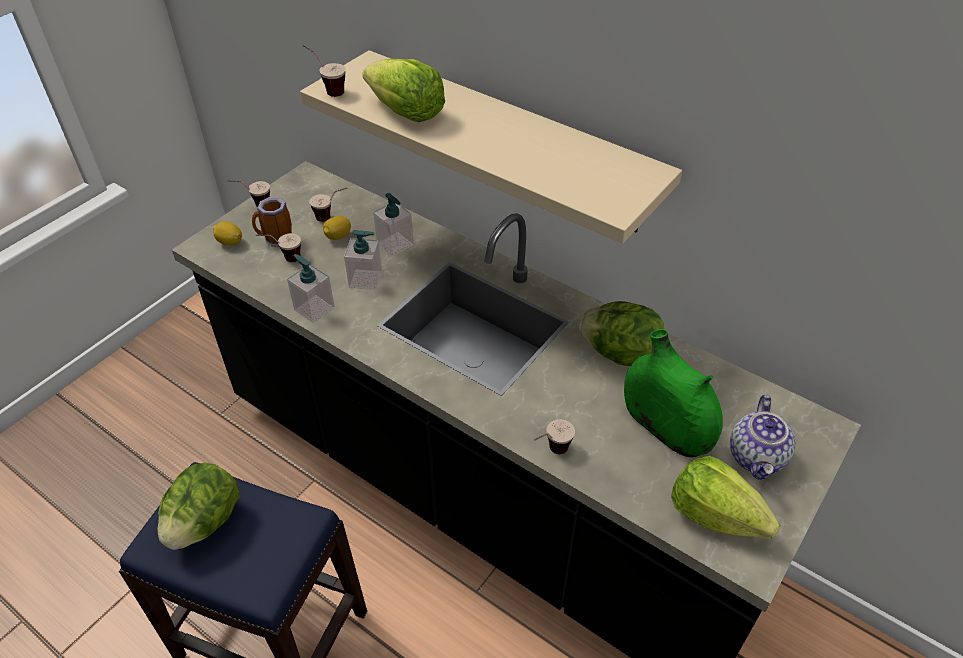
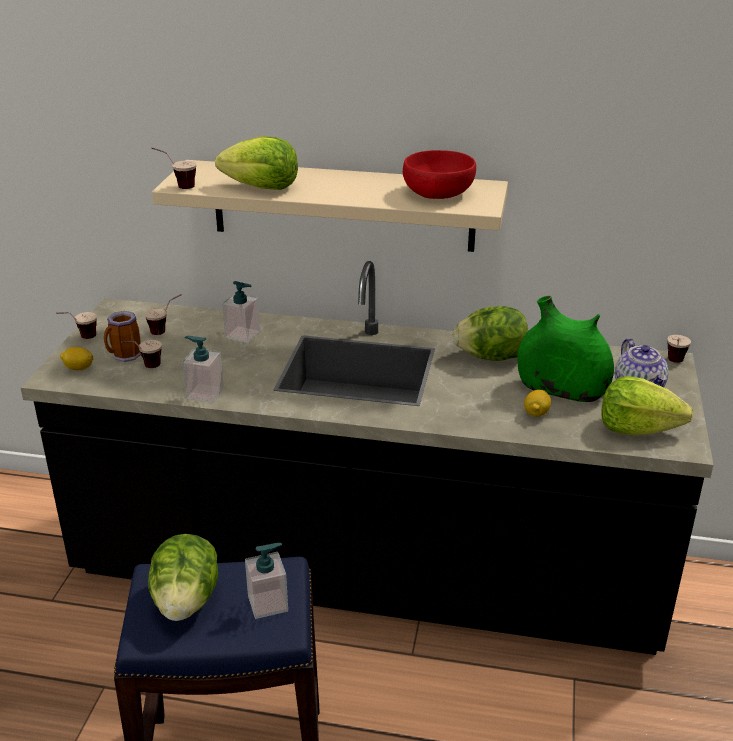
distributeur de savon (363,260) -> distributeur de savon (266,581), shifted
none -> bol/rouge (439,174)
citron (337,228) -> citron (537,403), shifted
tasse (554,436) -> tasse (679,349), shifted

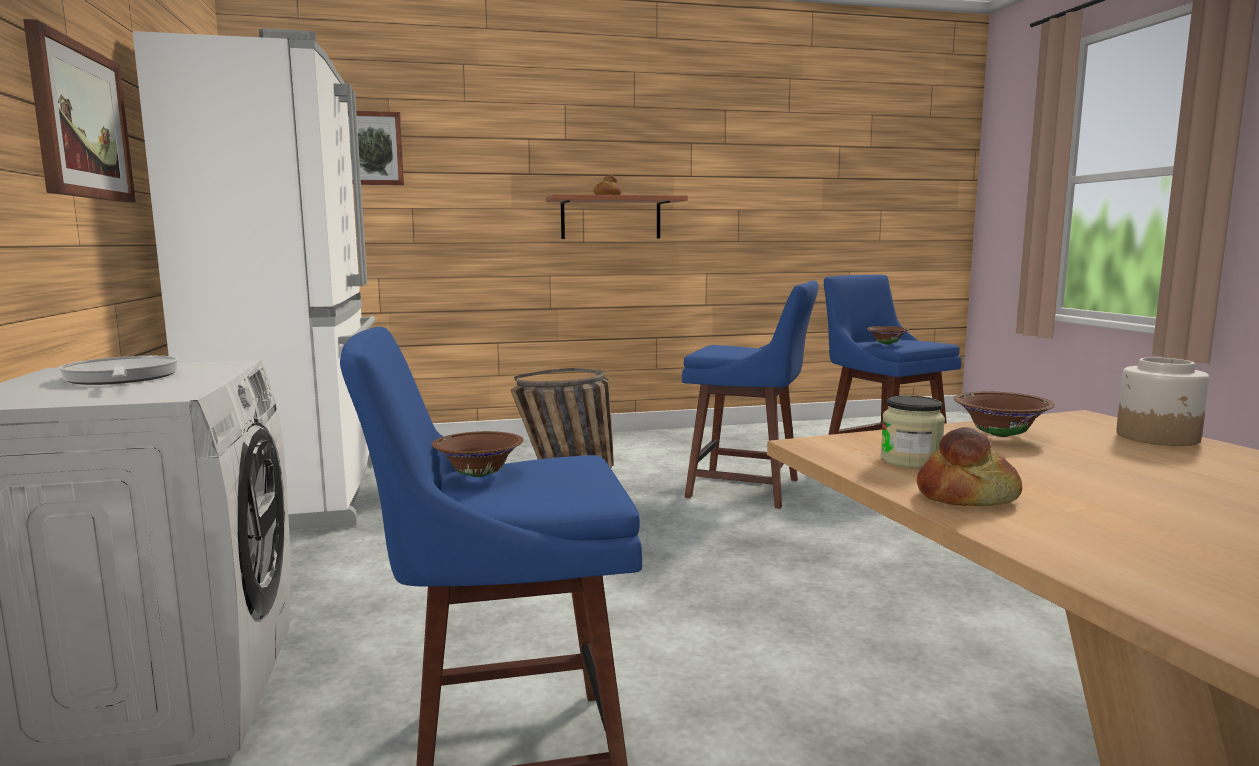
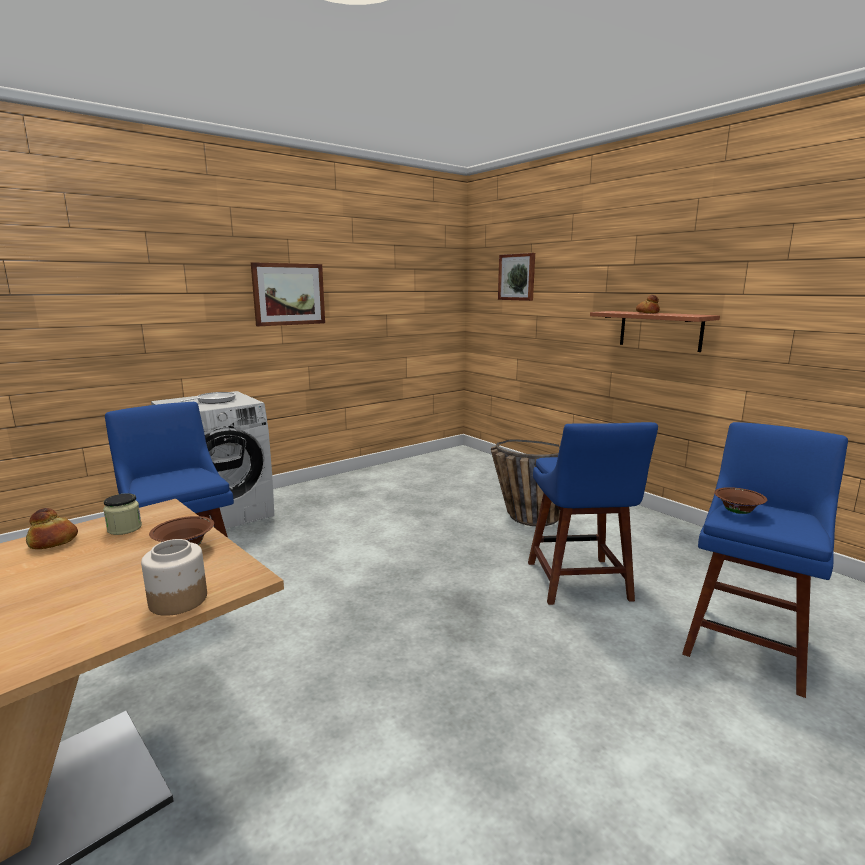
réfrigérateur/blanc (253,279) -> none
bol/marron (477,454) -> none

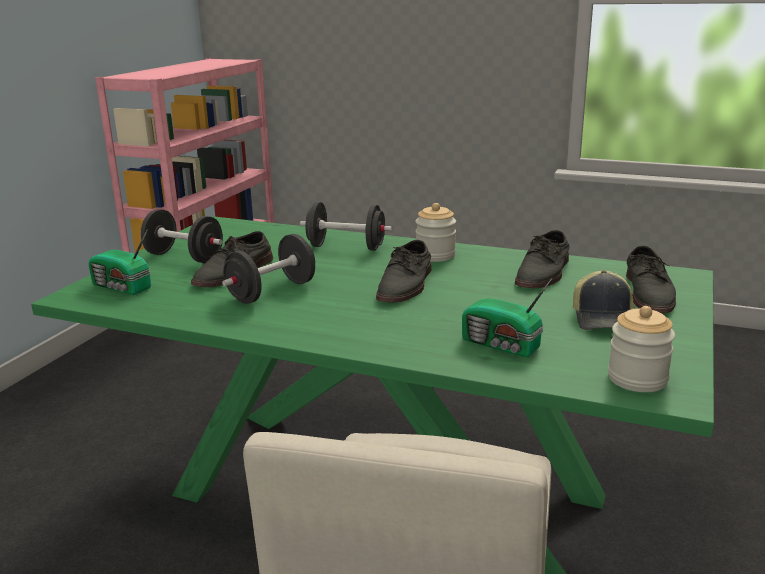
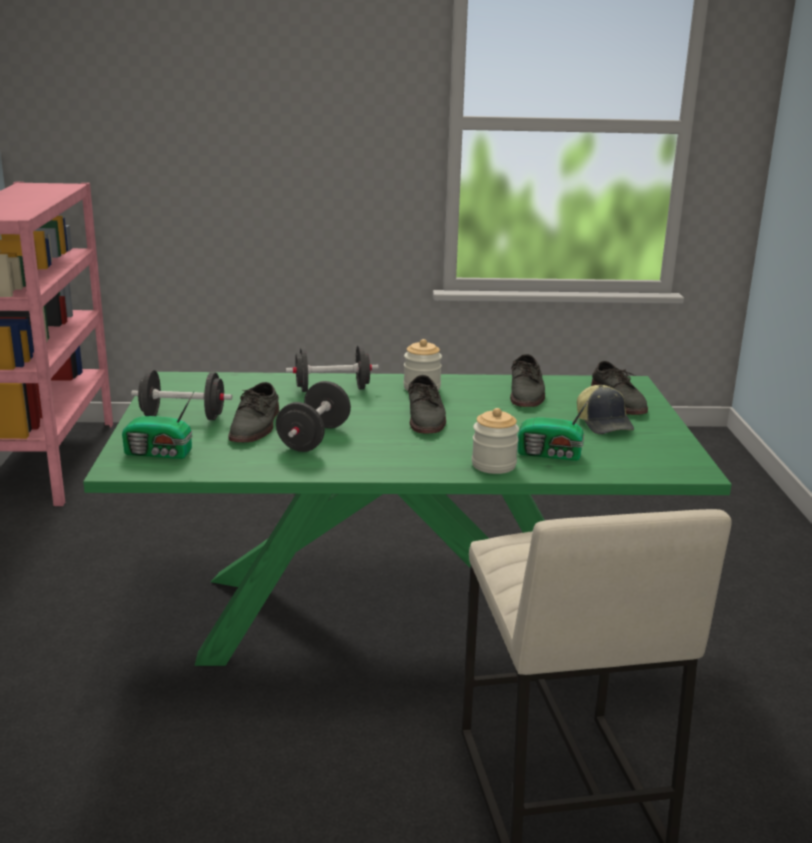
bocal (641,349) -> bocal (495,441), shifted

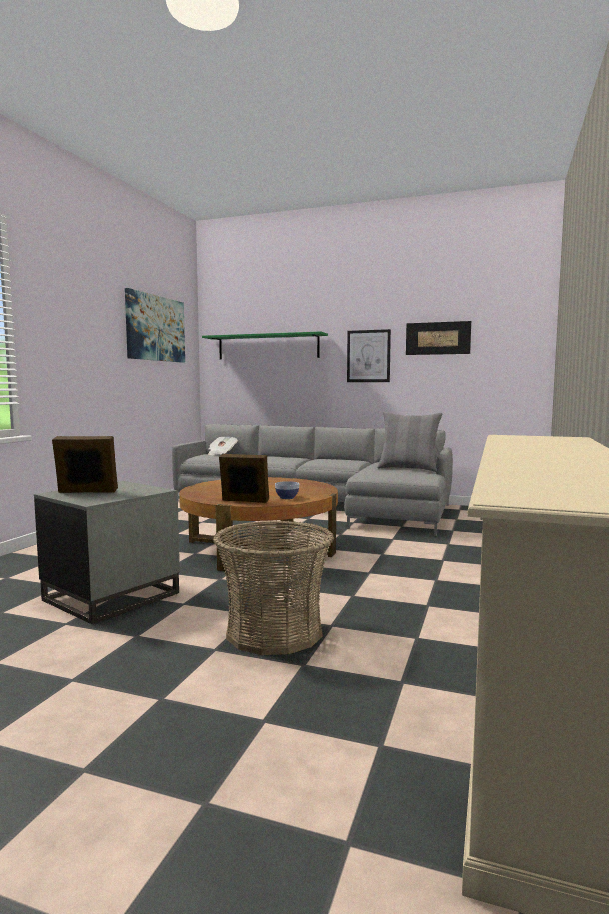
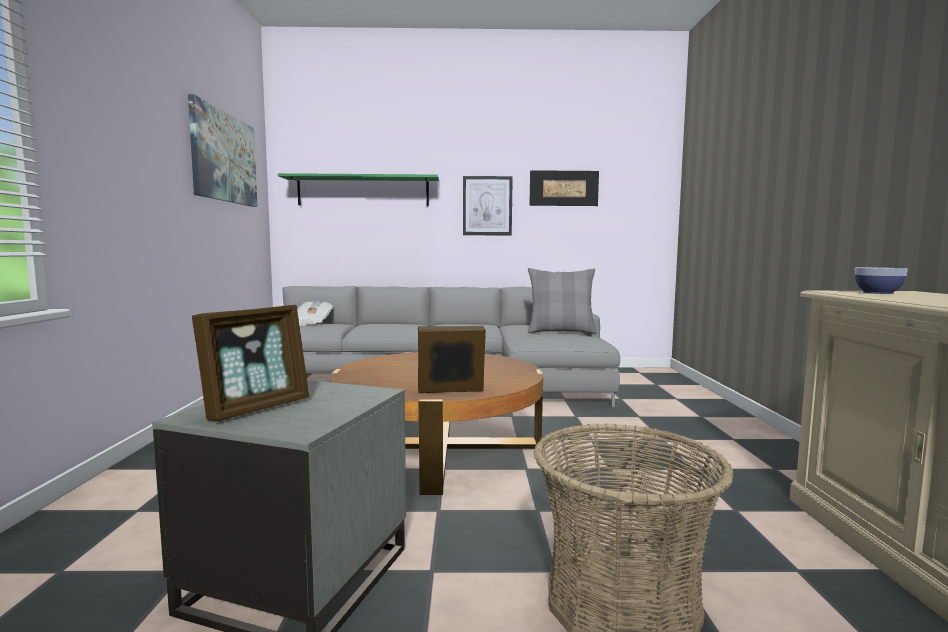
cadre photo (85,464) -> cadre photo (250,363), 150 degrees clockwise
bol (287,490) -> bol (881,280), shifted

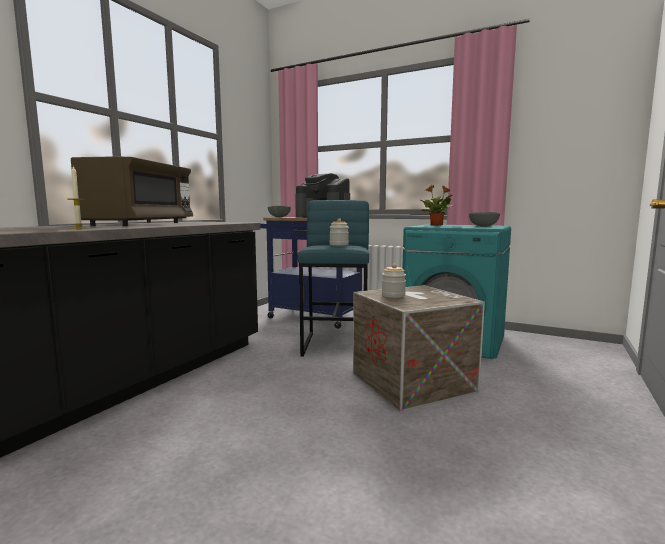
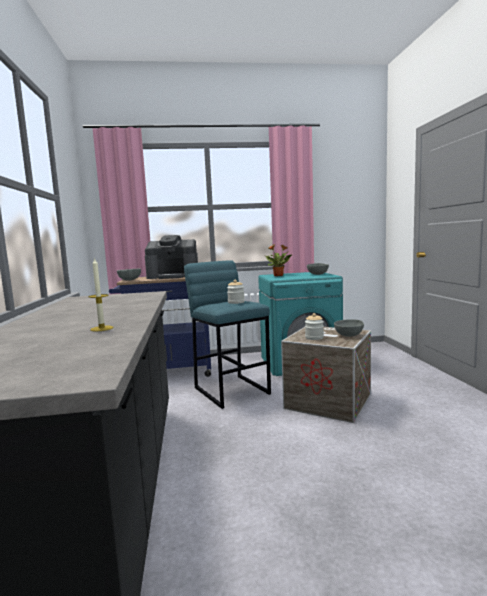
none -> bol/gris (349,328)
micro-ondes/marron (132,191) -> none

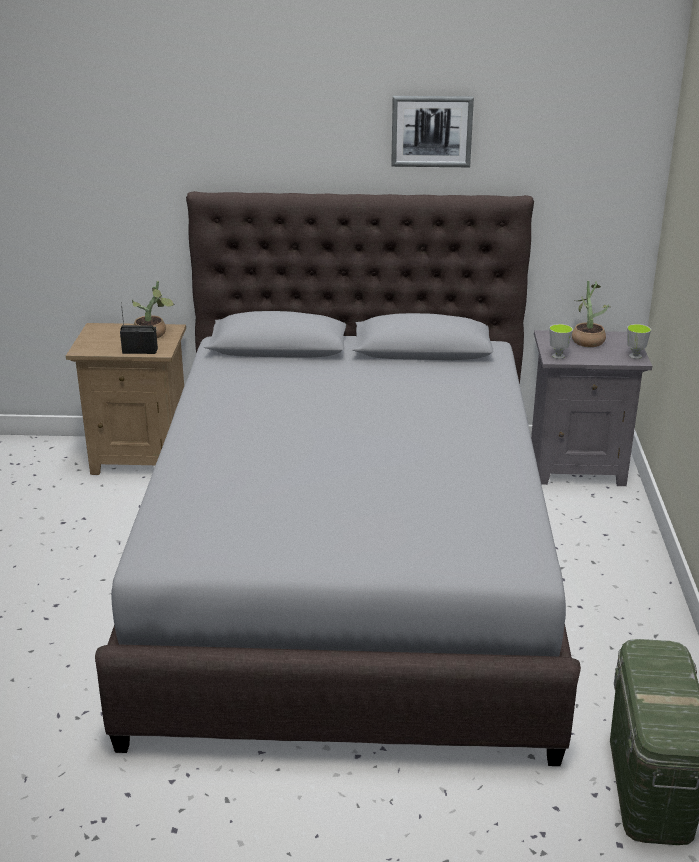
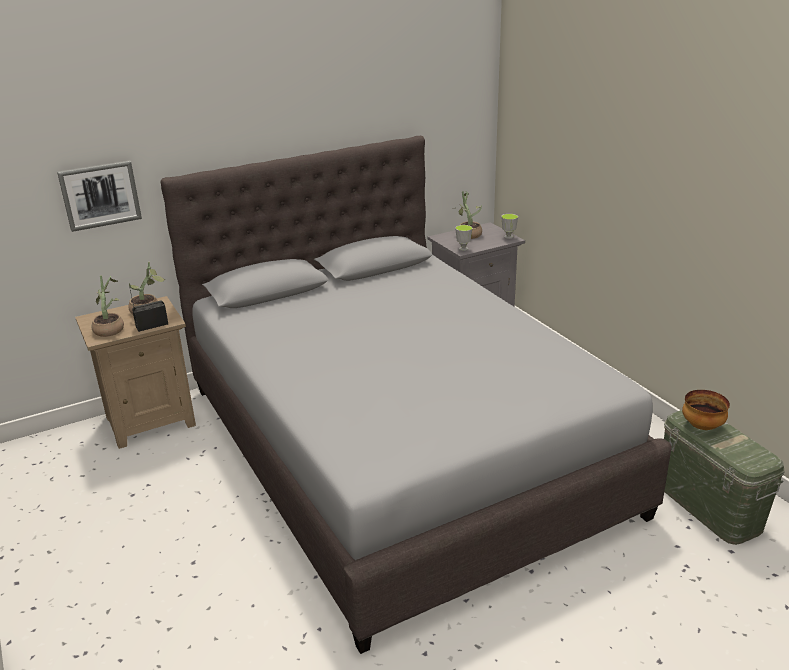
tableau (432,131) -> tableau (99,196), shifted
none -> plante en pot (107,306)
none -> bol (706,410)

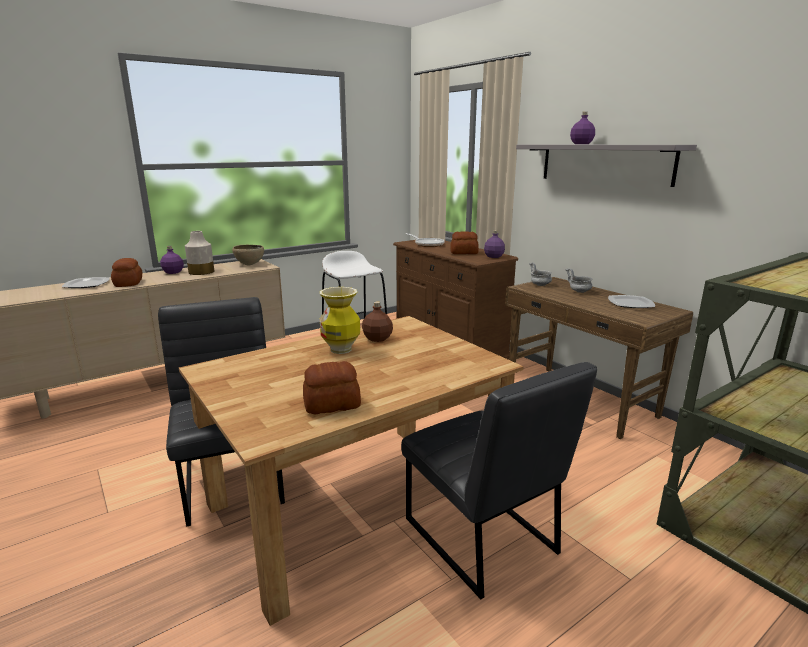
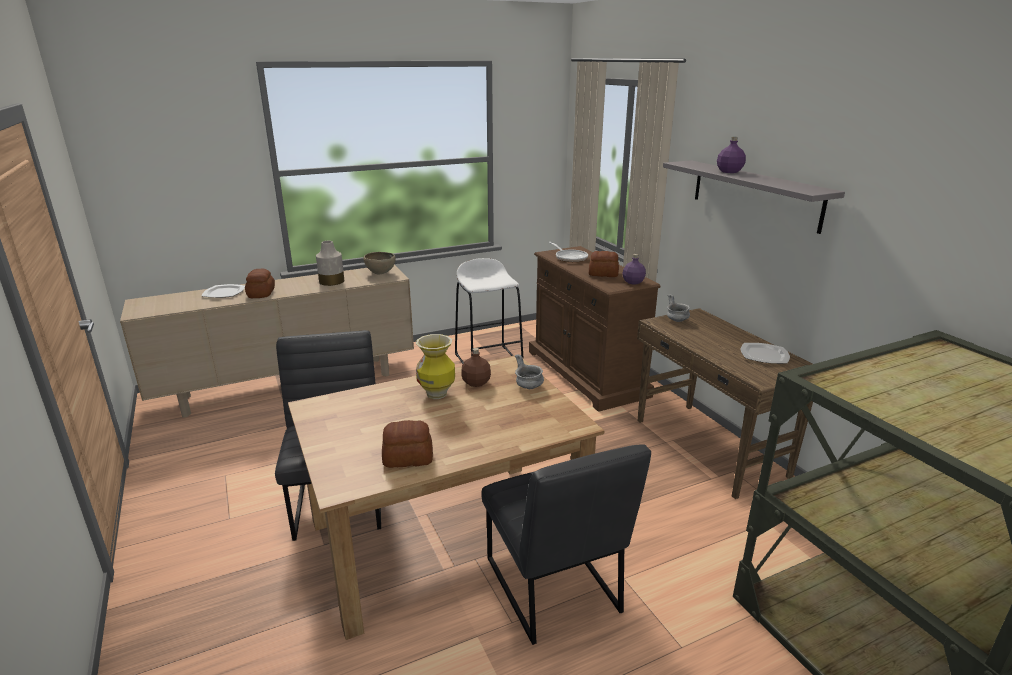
bol/gris (579,280) -> bol/gris (529,372), shifted
bouteille/violet (172,260) -> none

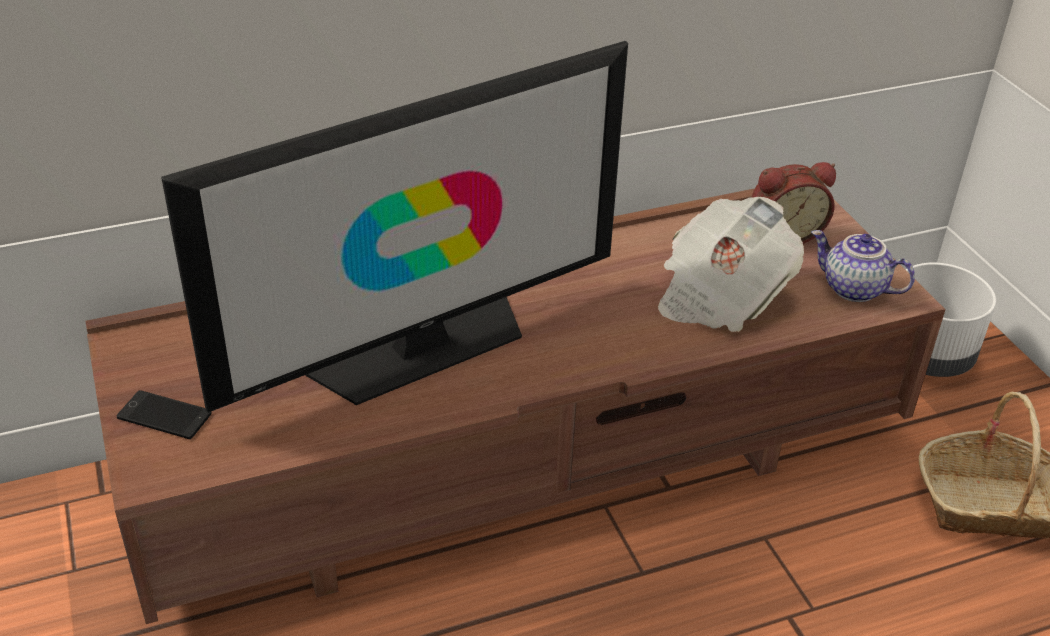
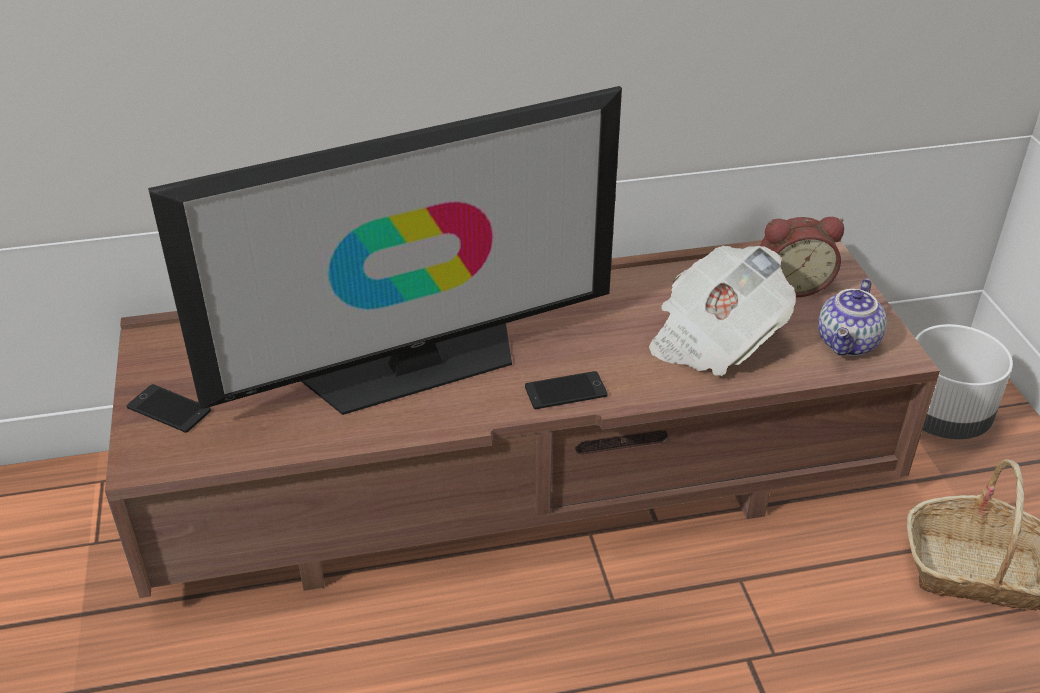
none -> téléphone (566,390)
théière (863,266) -> théière (852,317), 105 degrees counterclockwise

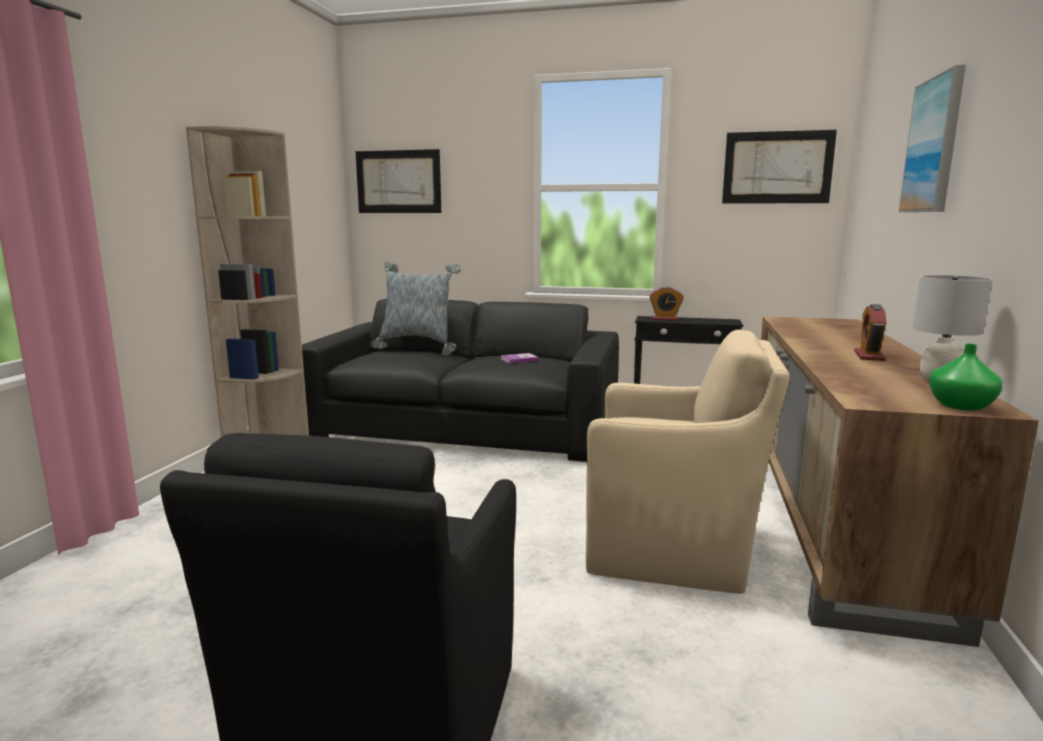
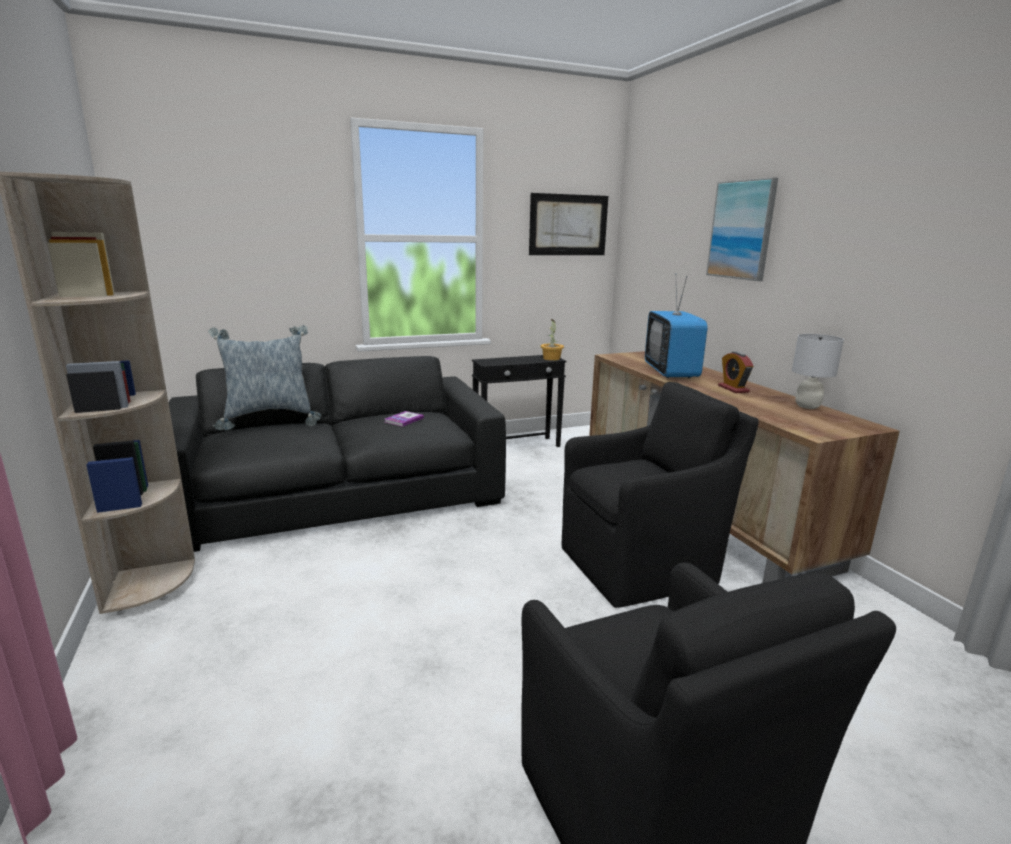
none -> plante en pot (552,340)
fauteuil/beige (688,461) -> fauteuil/noir (660,495)
none -> téléviseur (676,327)
tableau (398,181) -> none
réveil (667,304) -> none
vase/vert (966,377) -> none

